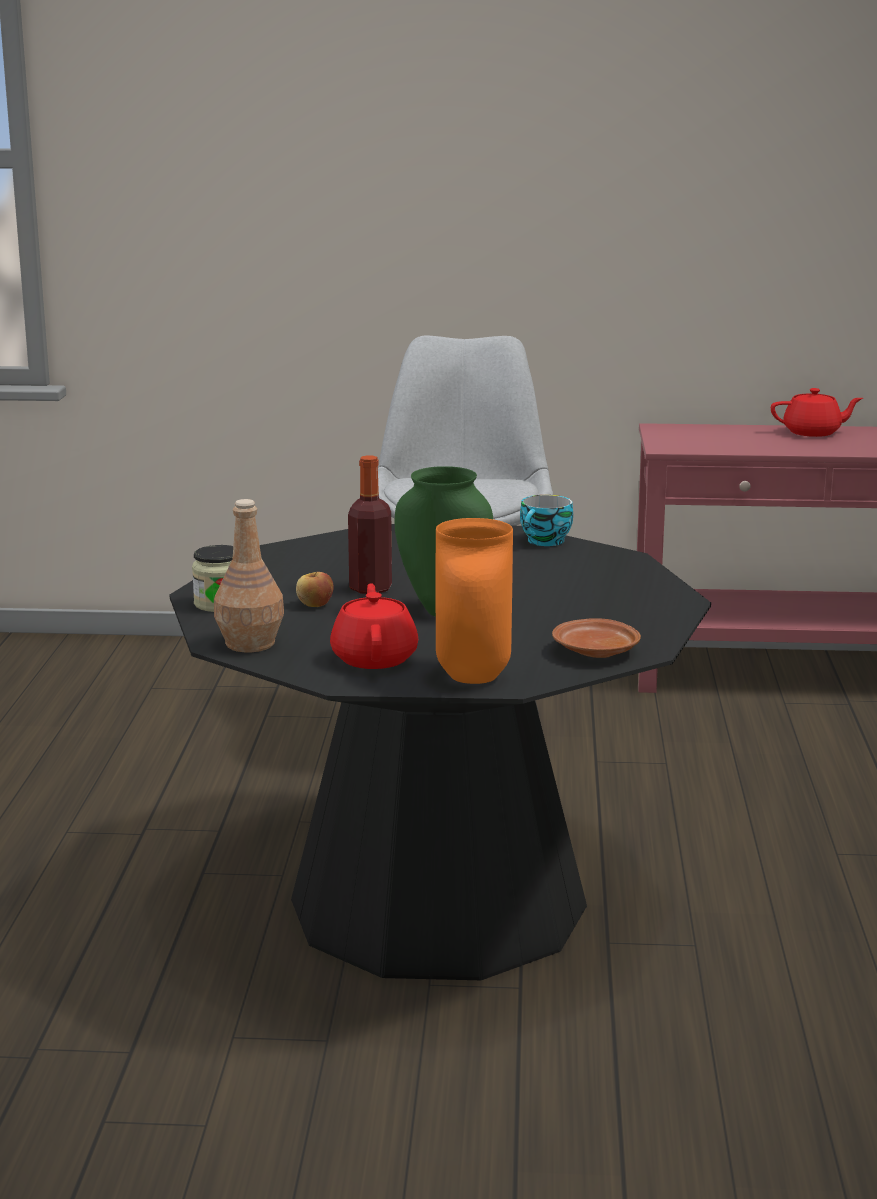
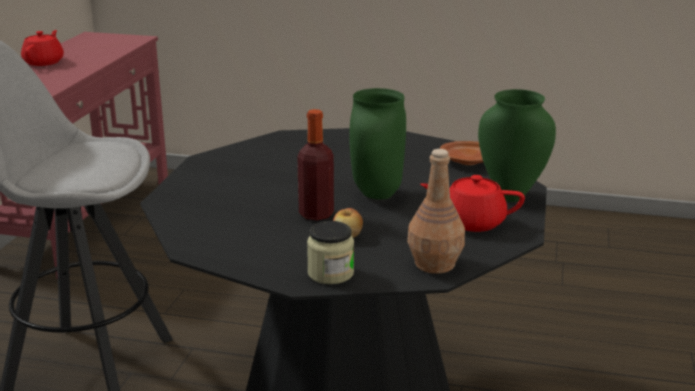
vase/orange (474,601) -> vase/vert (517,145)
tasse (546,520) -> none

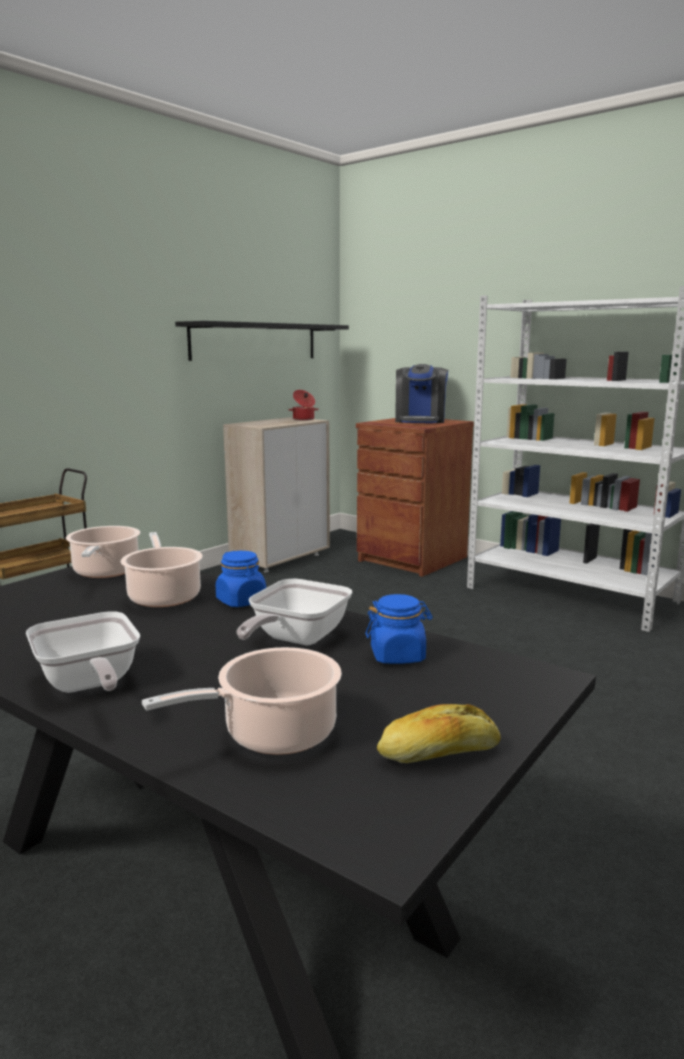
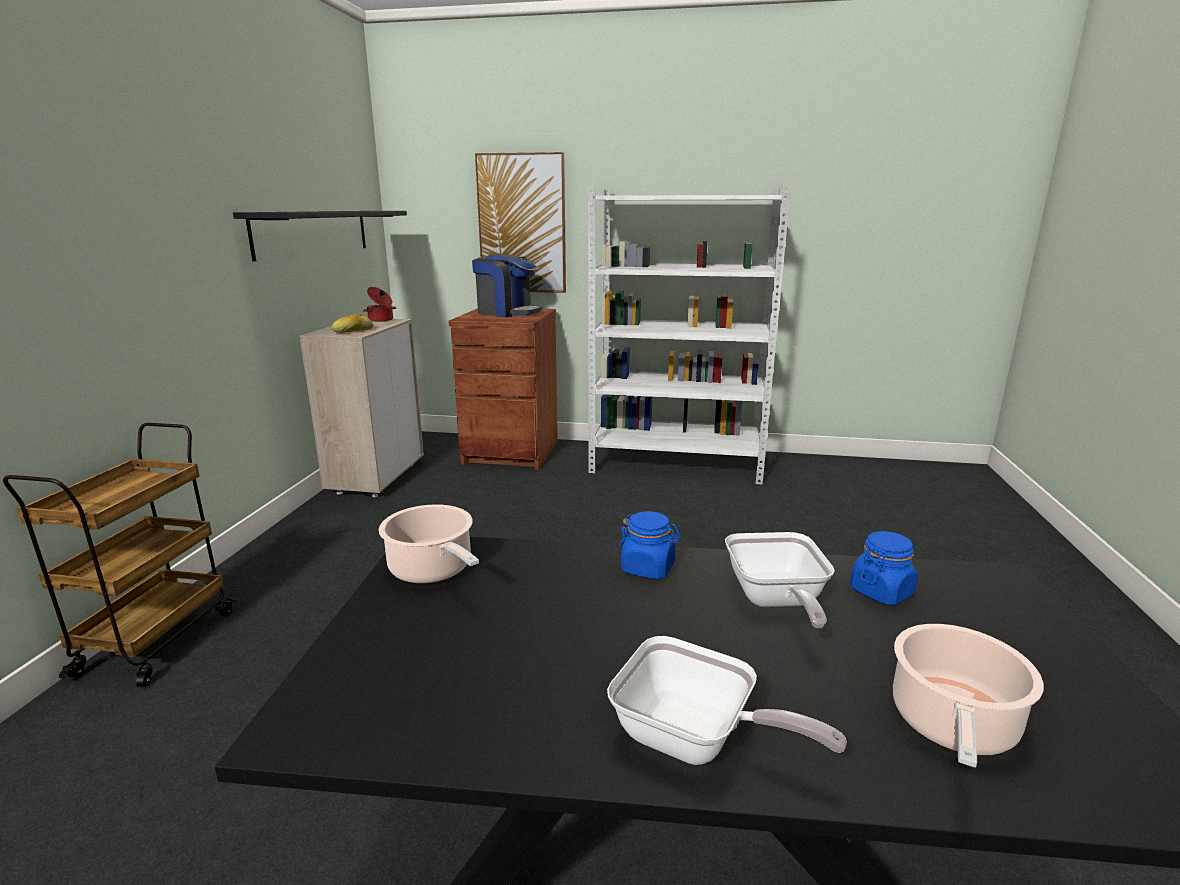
pain (439,733) -> pain (352,323), shifted
machine à café (421,393) -> machine à café (507,285), 45 degrees counterclockwise
none -> tableau (520,222)
marmite (162,569) -> none

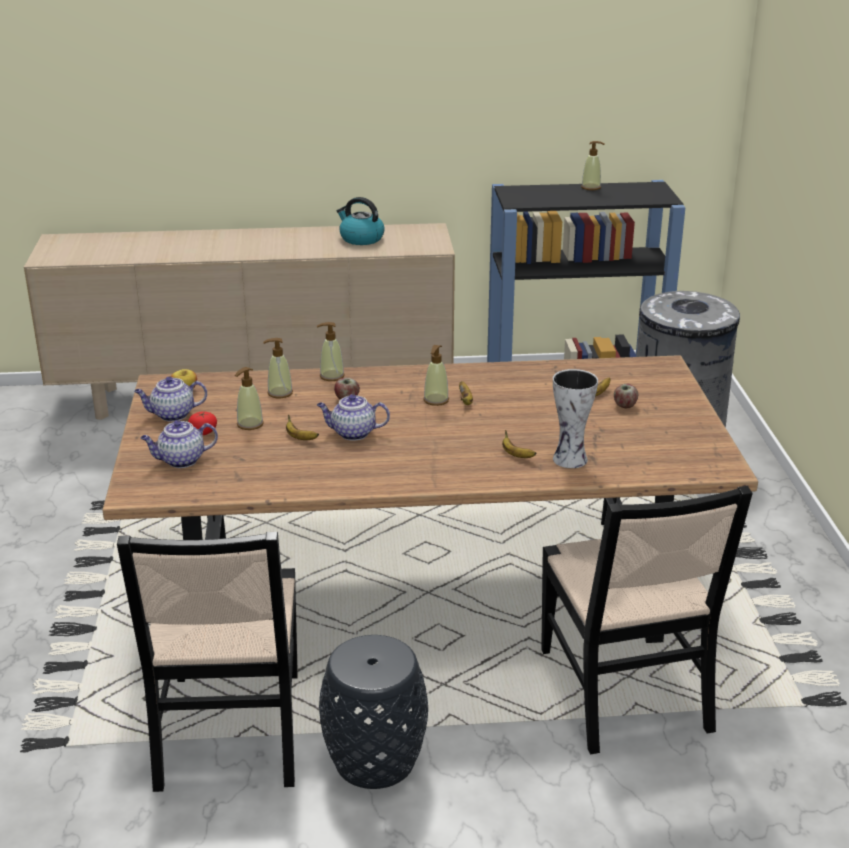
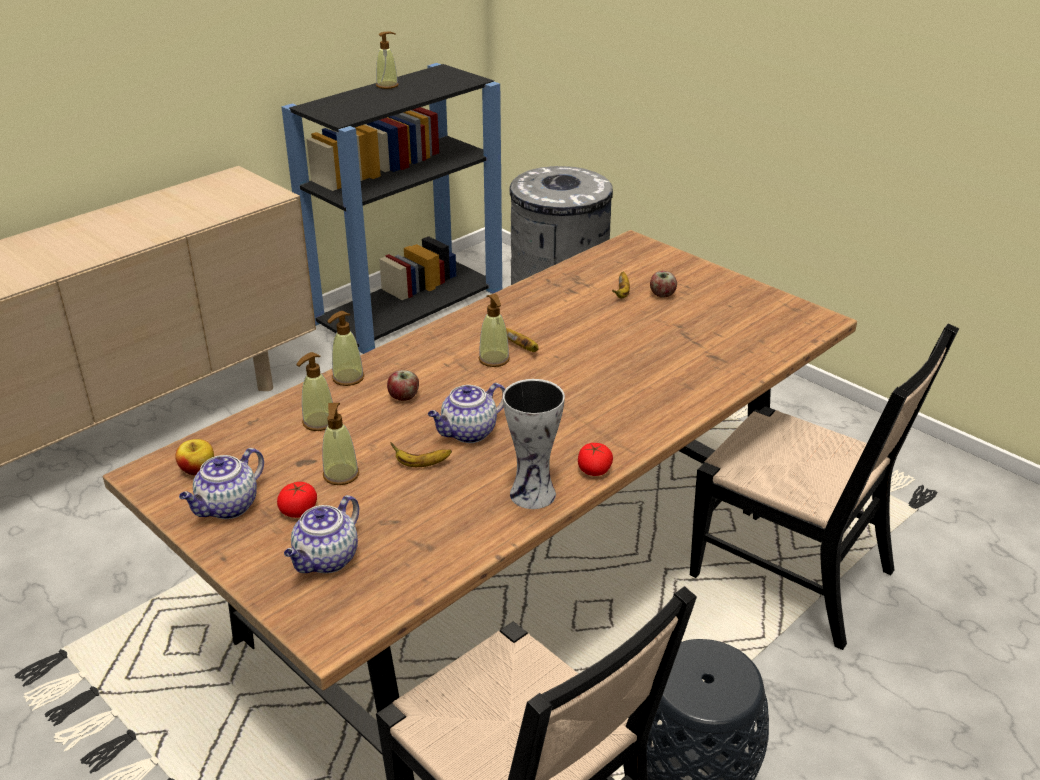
vase (575,418) -> vase (534,444), shifted
none -> tomate (595,459)
bouilloire (360,221) -> none
banane (519,444) -> none

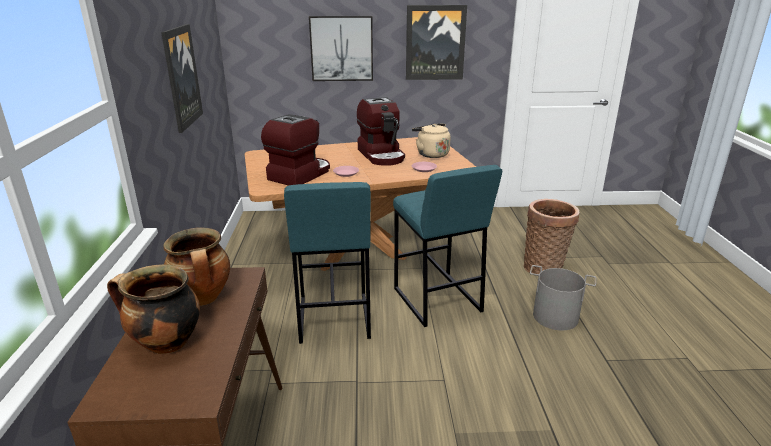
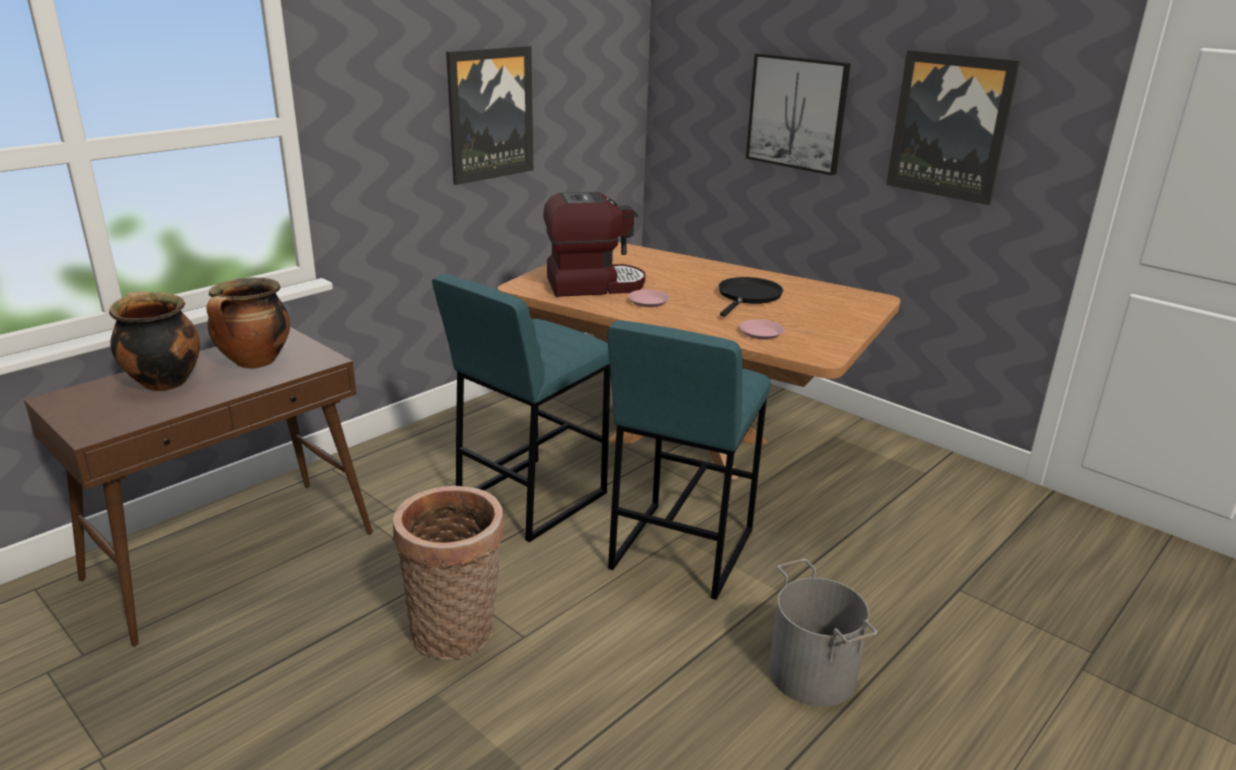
panier (552,236) -> panier (448,573), shifted
machine à café (381,131) -> poêle/noir (751,297)
bouilloire/beige (431,141) -> none

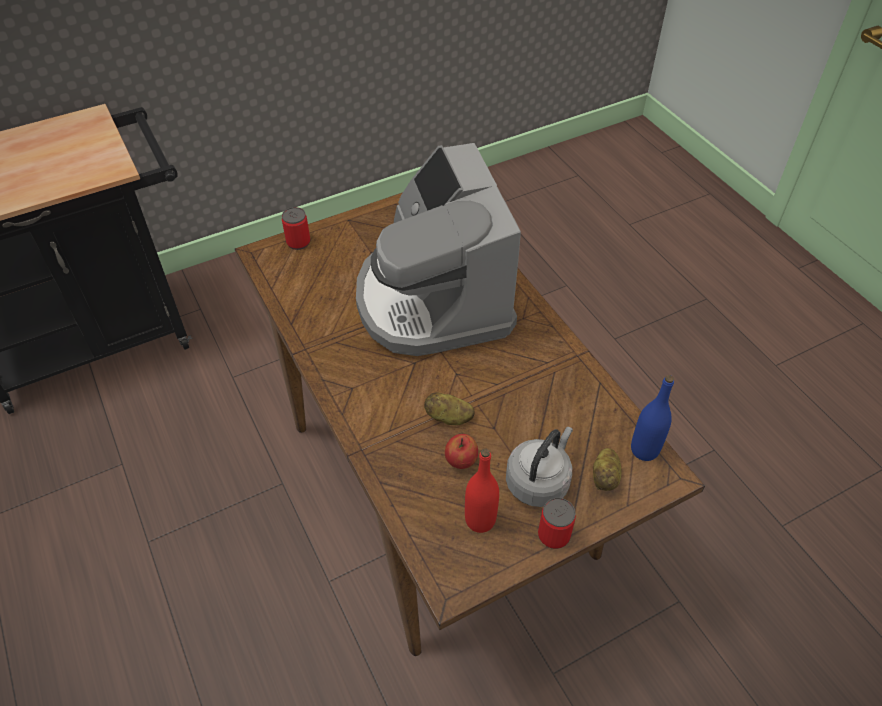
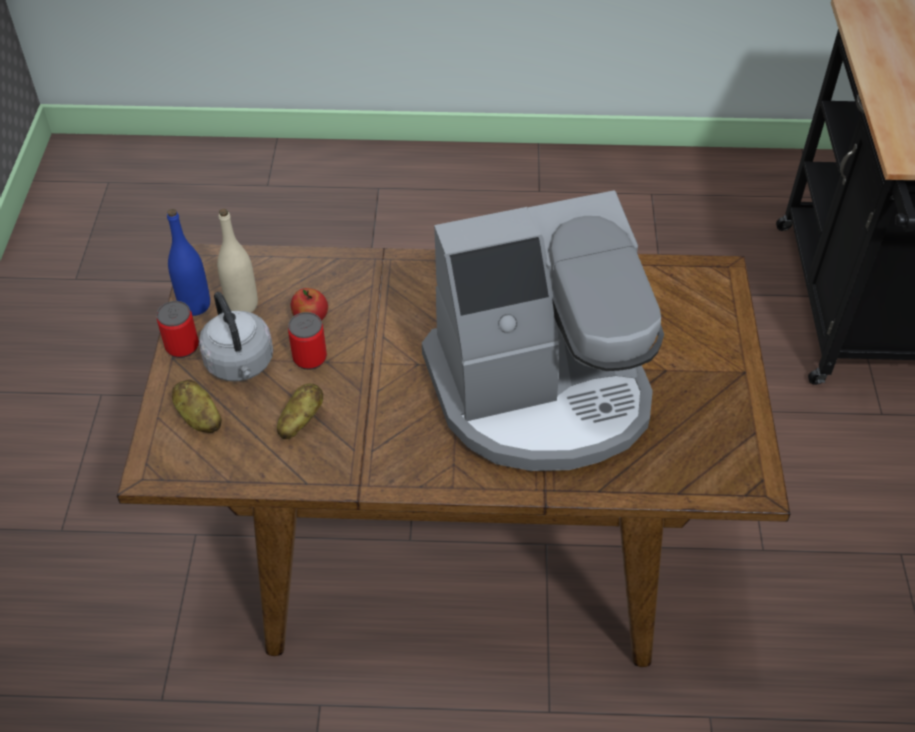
bouteille/bleu (652,418) -> bouteille/bleu (188,262), shifted
bouteille/rouge (482,490) -> bouteille/beige (237,261)
pomme de terre (449,408) -> pomme de terre (300,411), shifted
boîte métallique (296,228) -> boîte métallique (307,341), shifted
machine à café (438,249) -> machine à café (543,330), 150 degrees clockwise

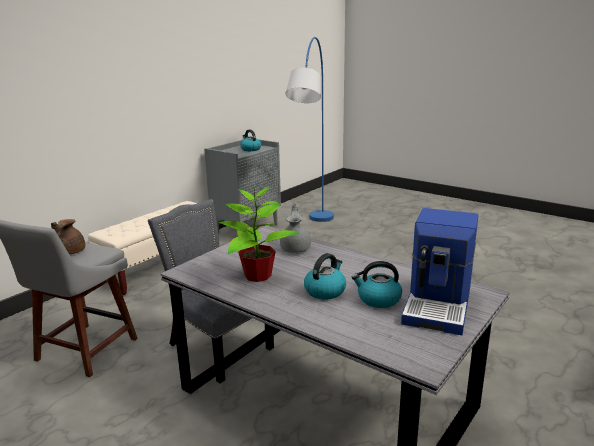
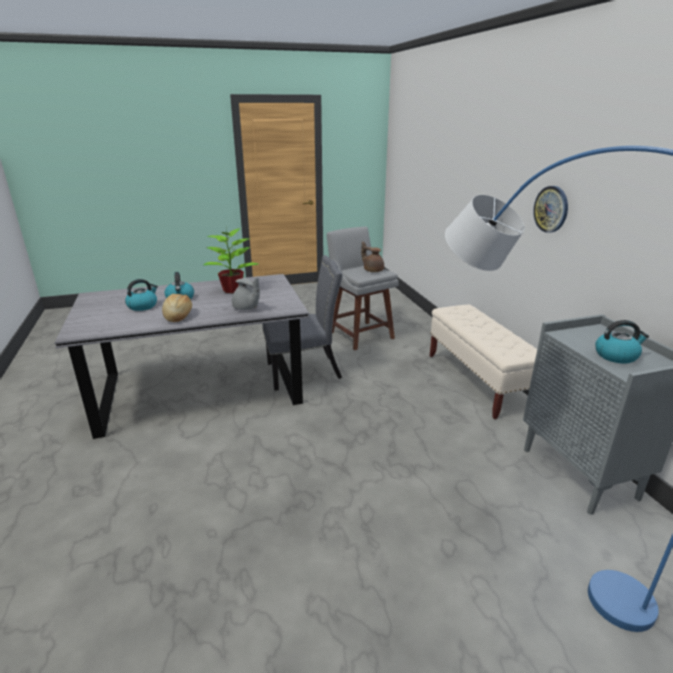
none -> pain (177,308)
none -> horloge murale (550,209)
machine à café (440,271) -> none

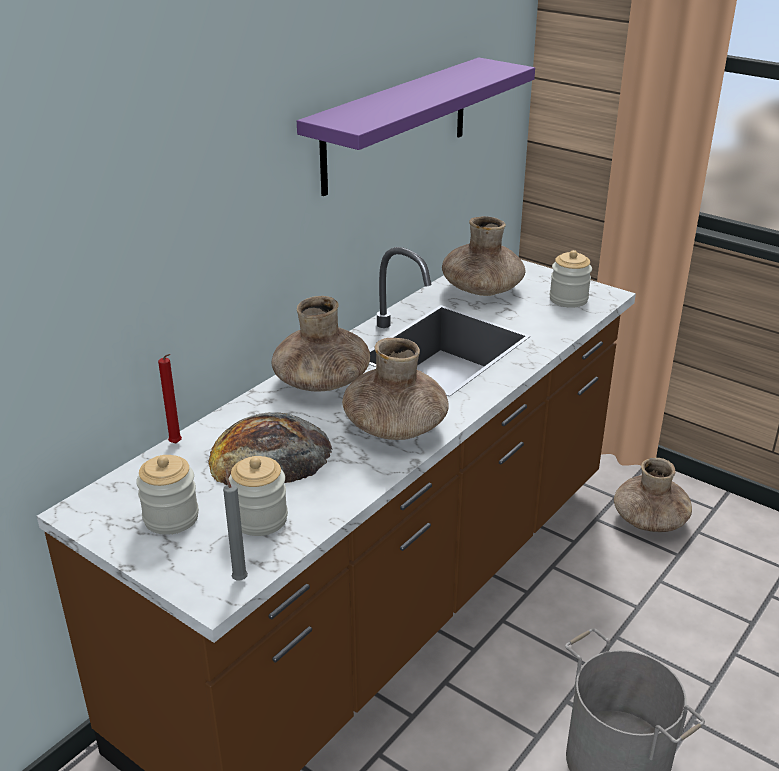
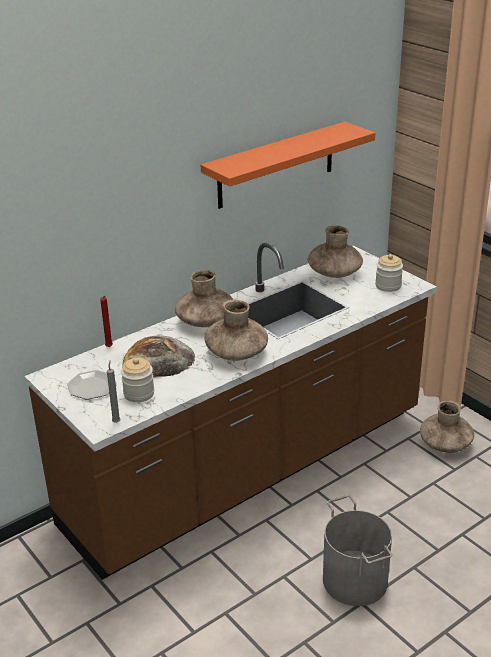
bocal (167,495) -> assiette (92,385)
étagère/violet (416,126) -> étagère/orange (288,165)

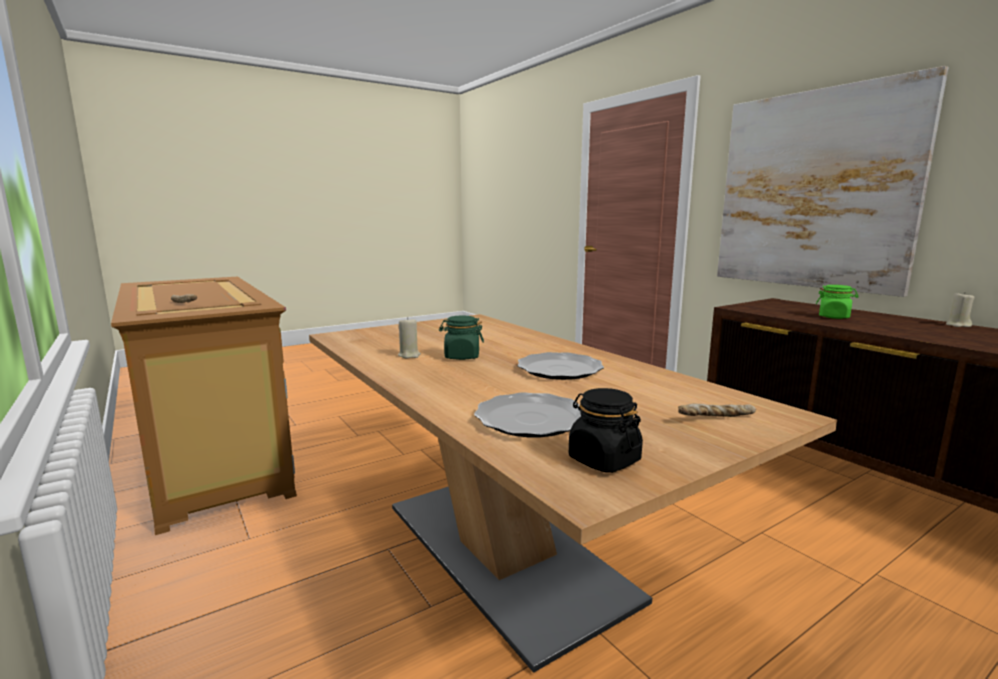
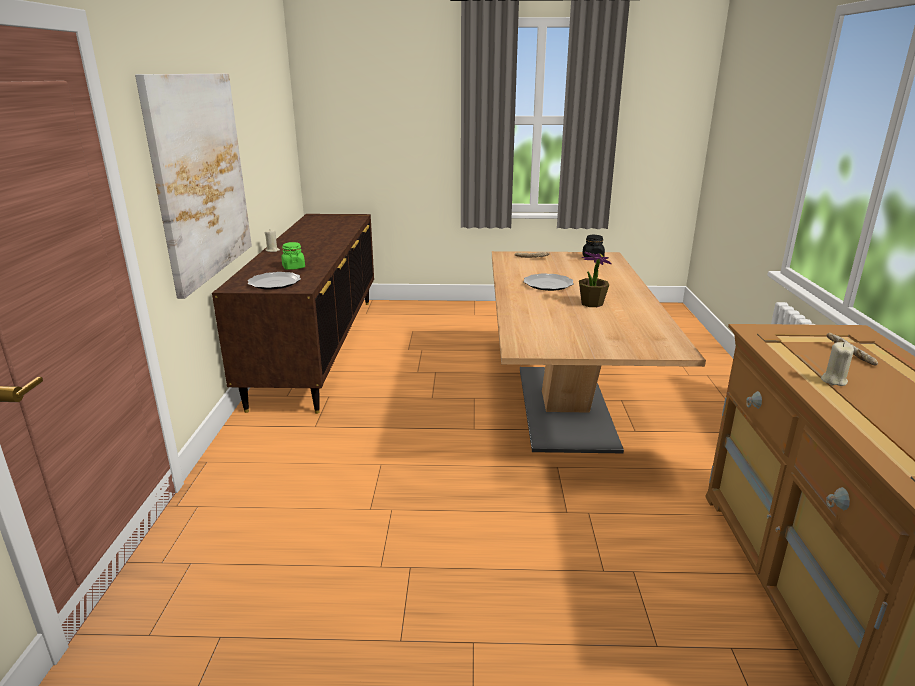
assiette (527,414) -> assiette (274,281), shifted
bocal/vert (461,338) -> plante en pot (595,279)
bougie/beige (409,337) -> bougie/beige (837,364), shifted

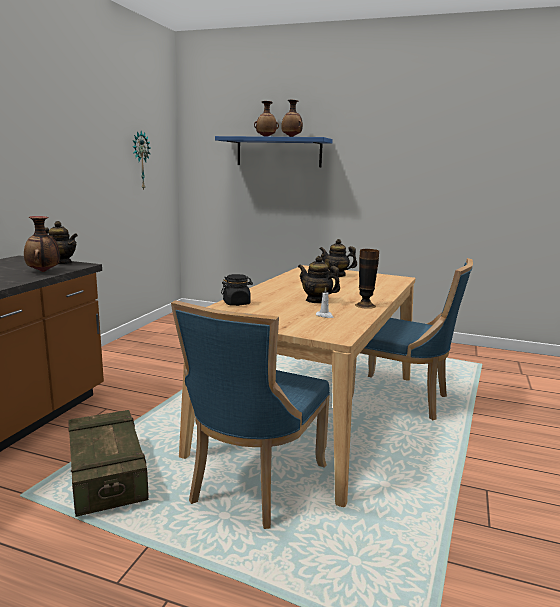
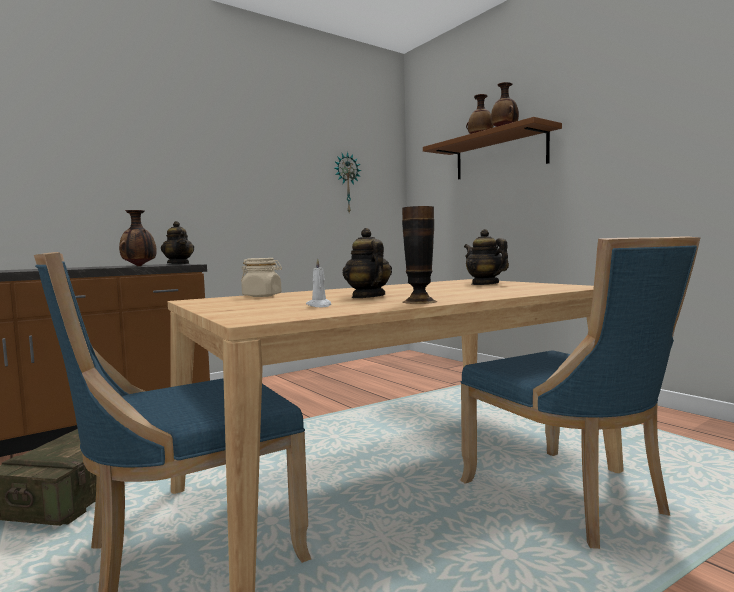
bocal/noir (237,290) -> bocal/beige (261,277)
étagère/bleu (274,151) -> étagère/marron (492,148)

